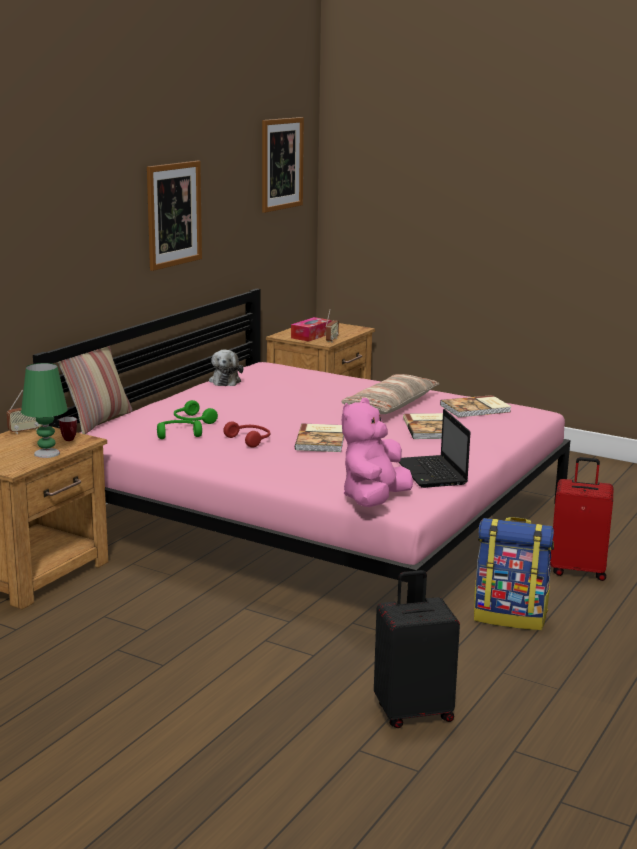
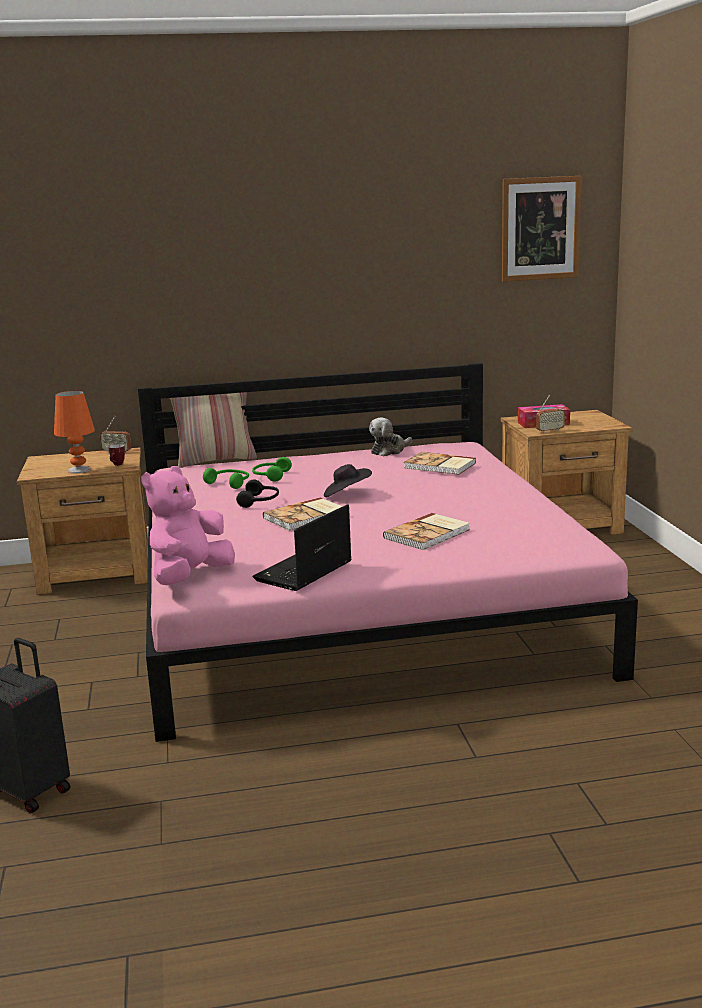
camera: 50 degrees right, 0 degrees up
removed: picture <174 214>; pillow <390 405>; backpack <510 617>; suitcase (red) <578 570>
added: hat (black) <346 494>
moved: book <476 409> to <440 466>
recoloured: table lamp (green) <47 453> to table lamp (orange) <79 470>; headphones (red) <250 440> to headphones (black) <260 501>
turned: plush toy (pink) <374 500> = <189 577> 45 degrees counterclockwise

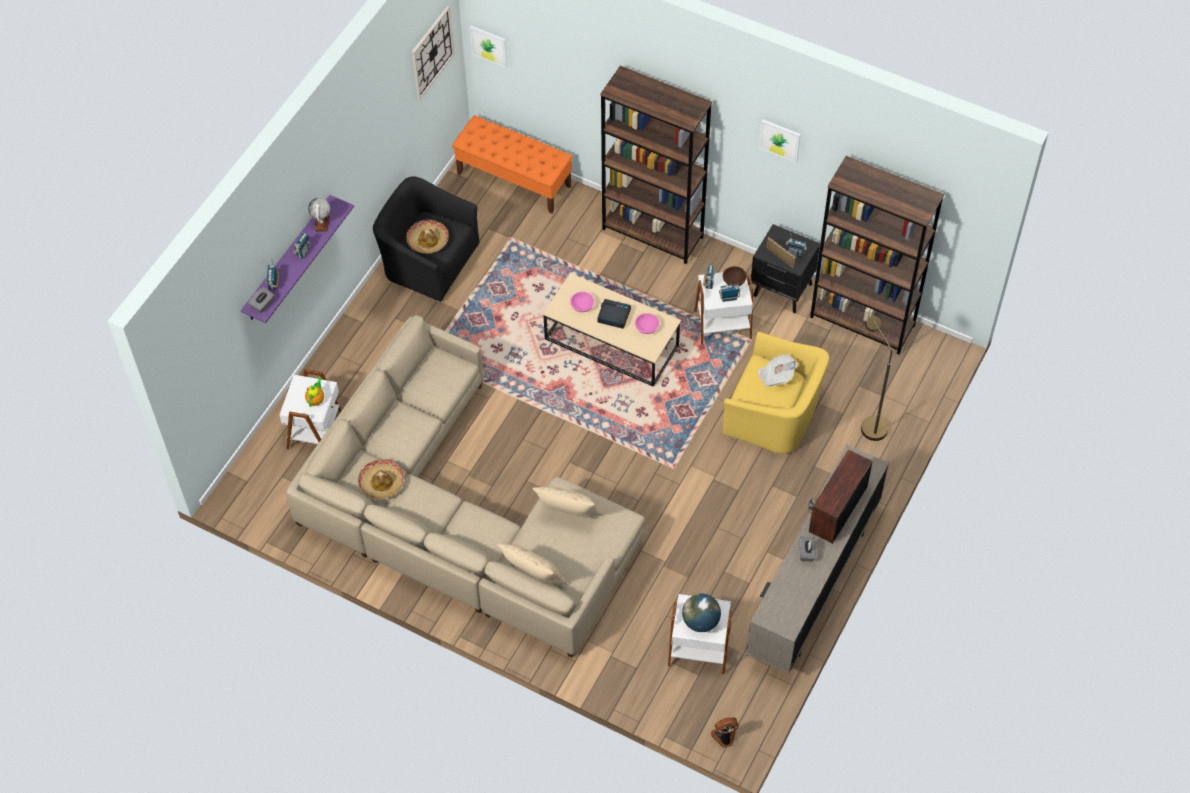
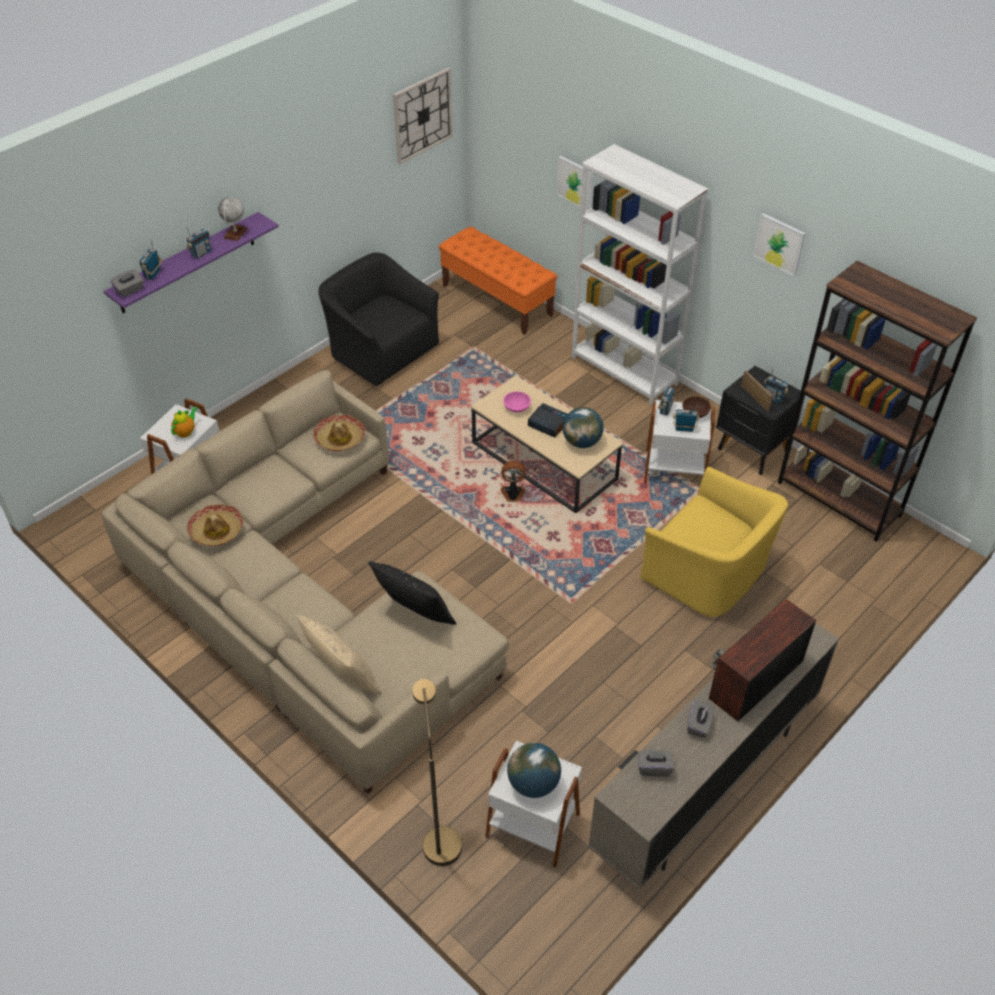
camera: 15 degrees right, 10 degrees down
removed: newspaper <776 376>
added: tissue box (grey) <654 768>
moved: hat <427 241> to <339 438>; picture <489 46> to <575 183>; fan <724 737> to <513 494>; floor lamp (brown) <869 423> to <439 837>
replaced: bowl (pink) <646 327> to globe <581 442>
recoloured: pillow (beige) <568 516> to pillow (black) <415 616>; bookcase (brown) <653 233> to bookcase (white) <624 371>

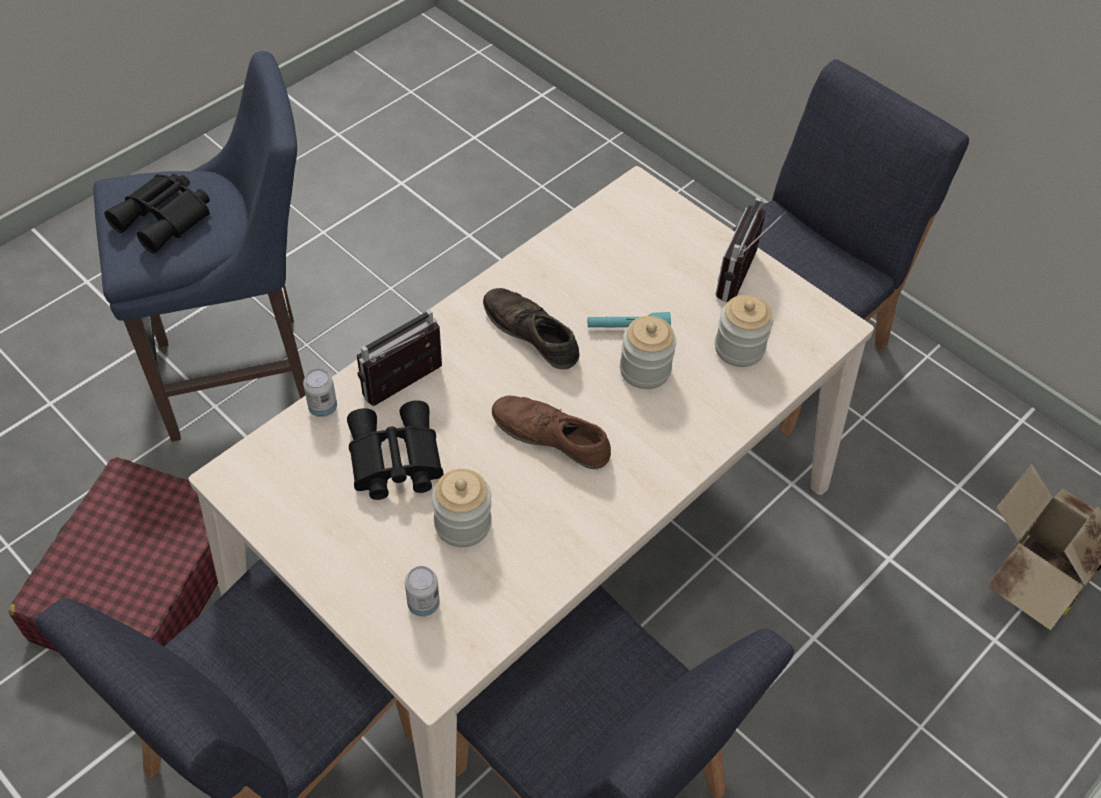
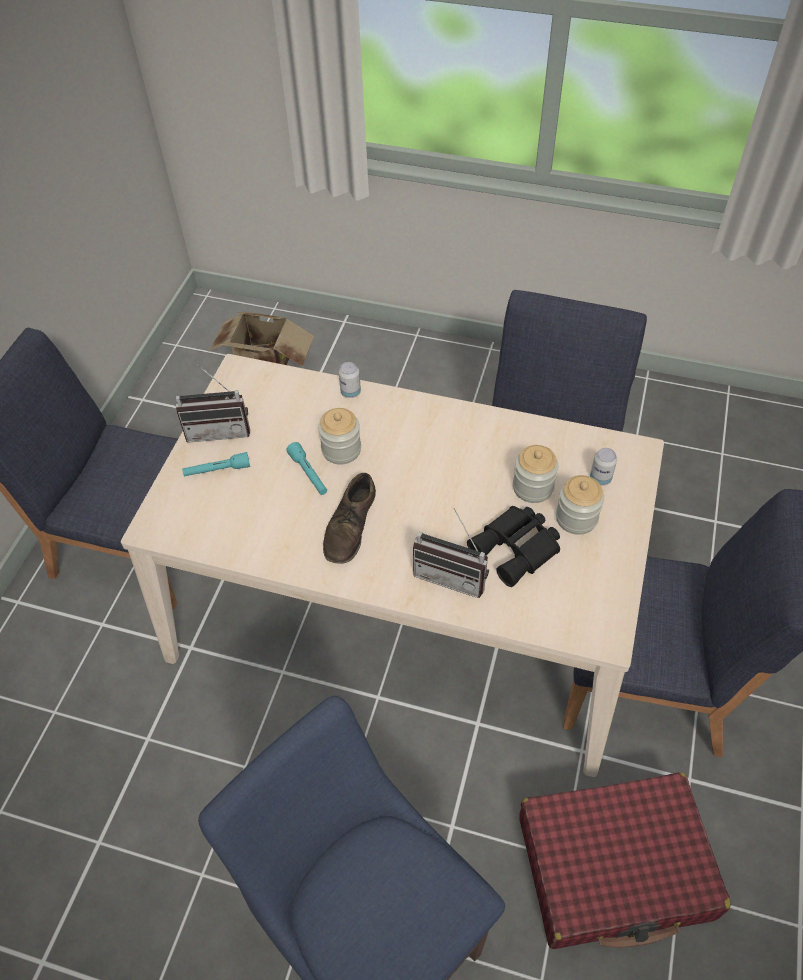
camera: 115 degrees left, 0 degrees up
removed: binoculars (black) <166 218>; shoe (brown) <551 436>
added: flashlight (turquoise) <217 470>
moved: can <323 408> to <350 392>; jar <739 348> to <576 518>

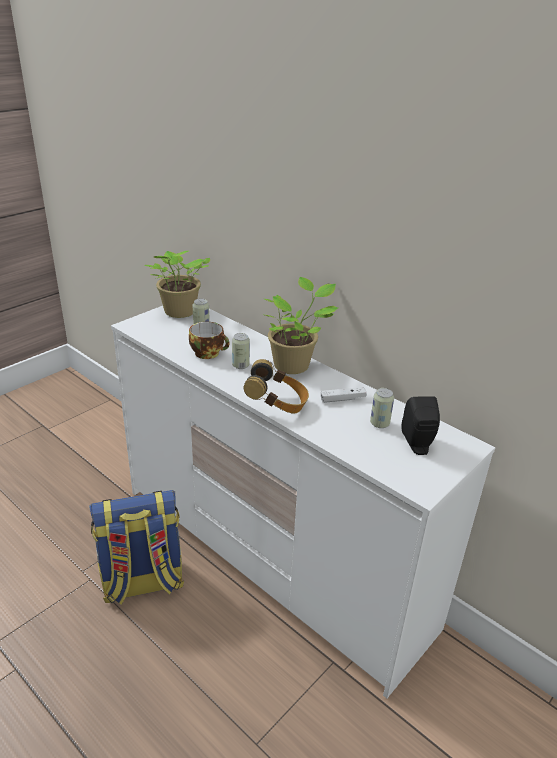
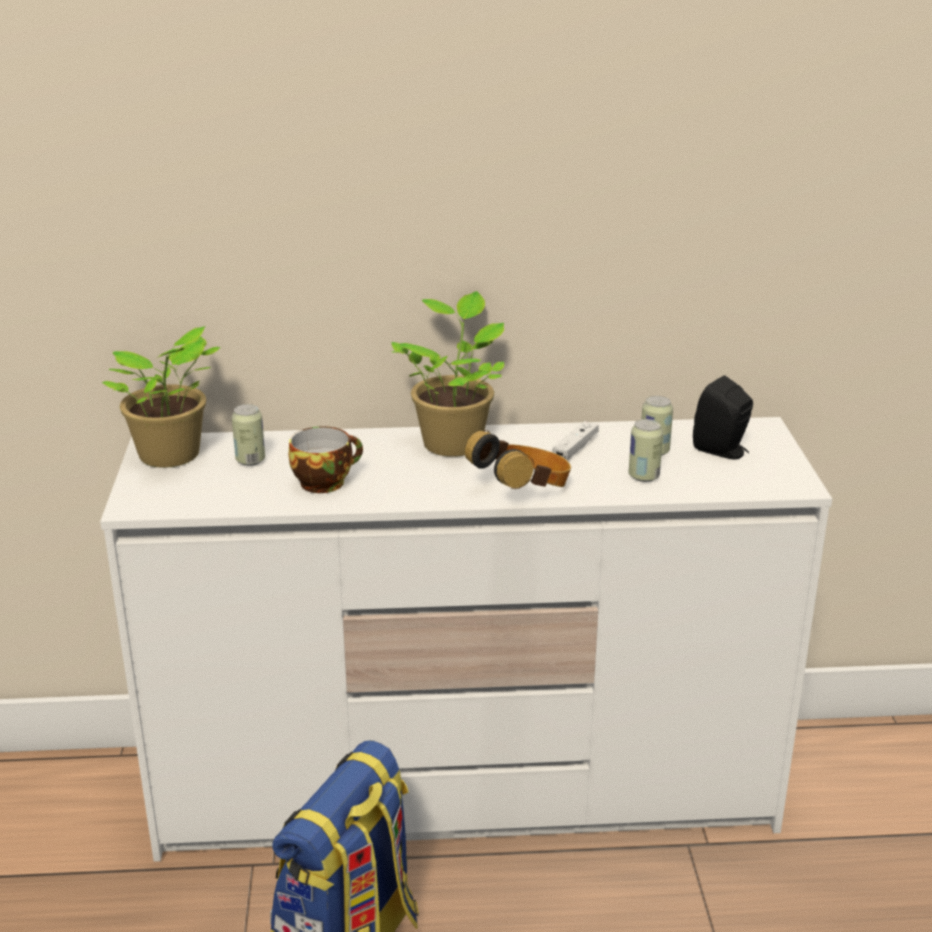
camera: 45 degrees left, 5 degrees down
moved: can <240 365> to <643 476>

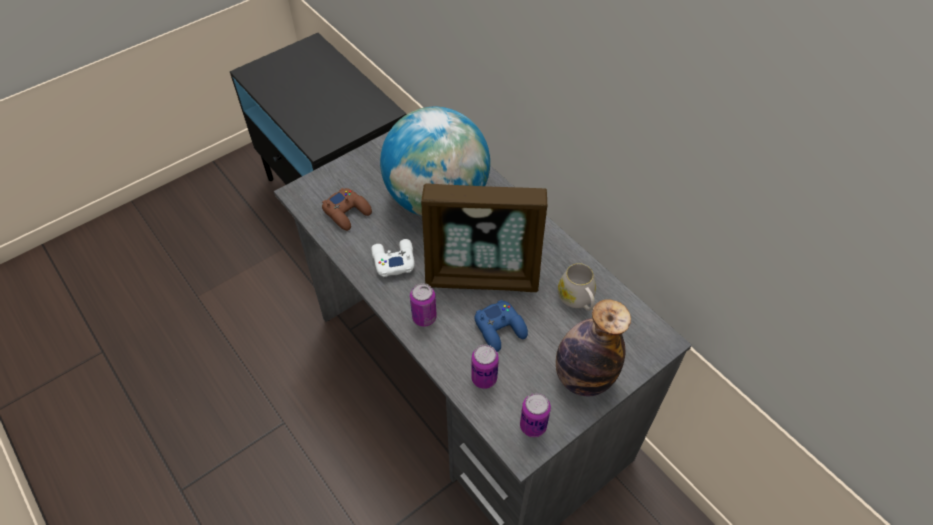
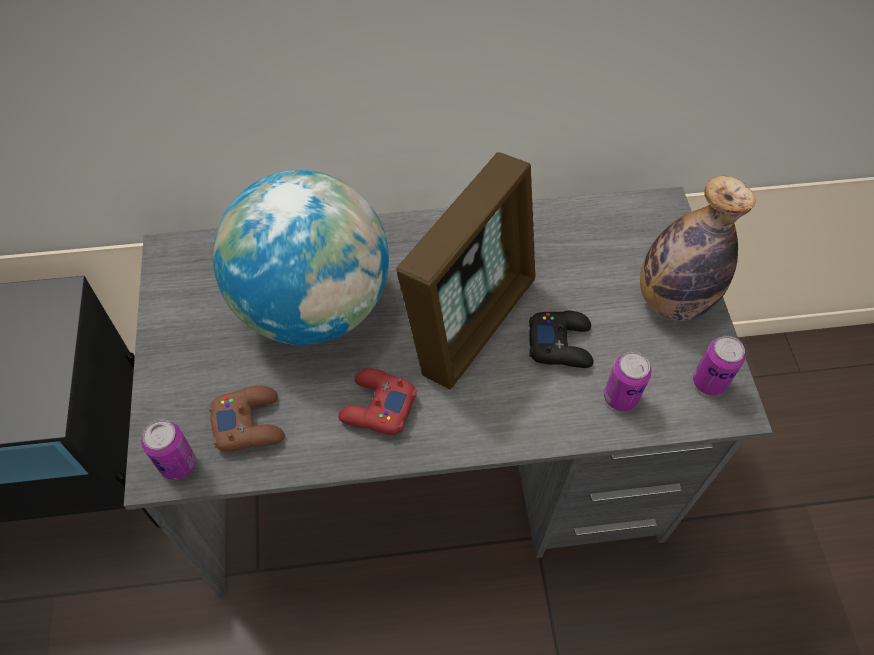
camera: 60 degrees left, 5 degrees up
removed: mug (white) <577 300>
moved: can <424 317> to <177 463>
recoloured: game controller (white) <393 260> to game controller (red) <377 407>; game controller (blue) <500 329> to game controller (black) <561 343>

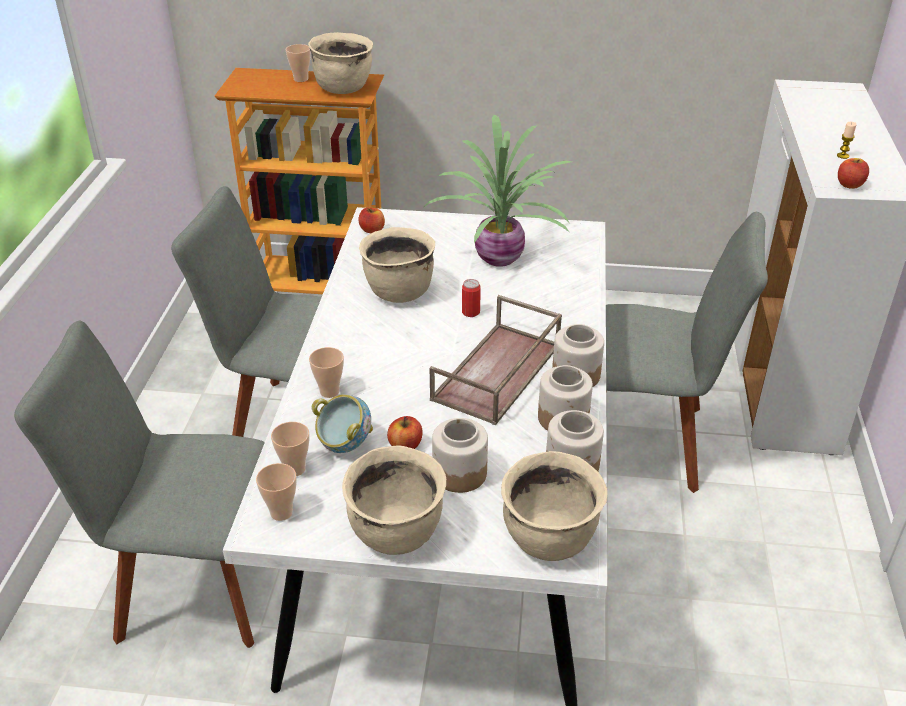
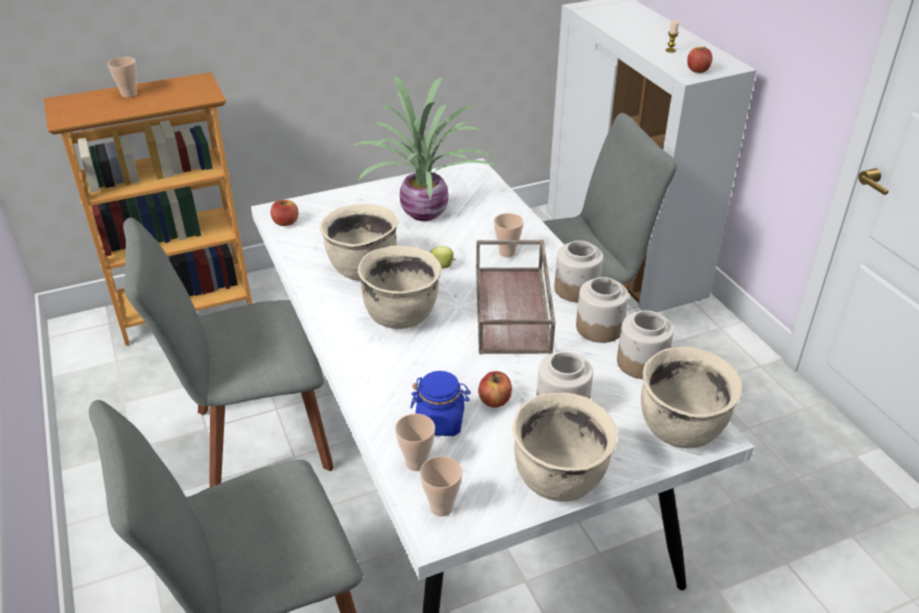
camera: 30 degrees left, 0 degrees up
moved: cooking pot (beige) <343 88> to <401 315>; cup <329 391> to <507 252>
replaced: bowl <344 444> to jar (blue) <440 421>; can <470 312> to apple <443 266>

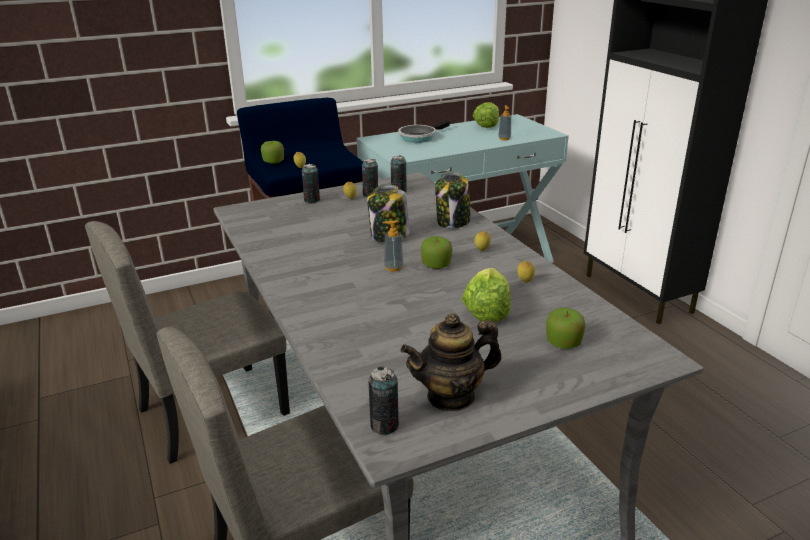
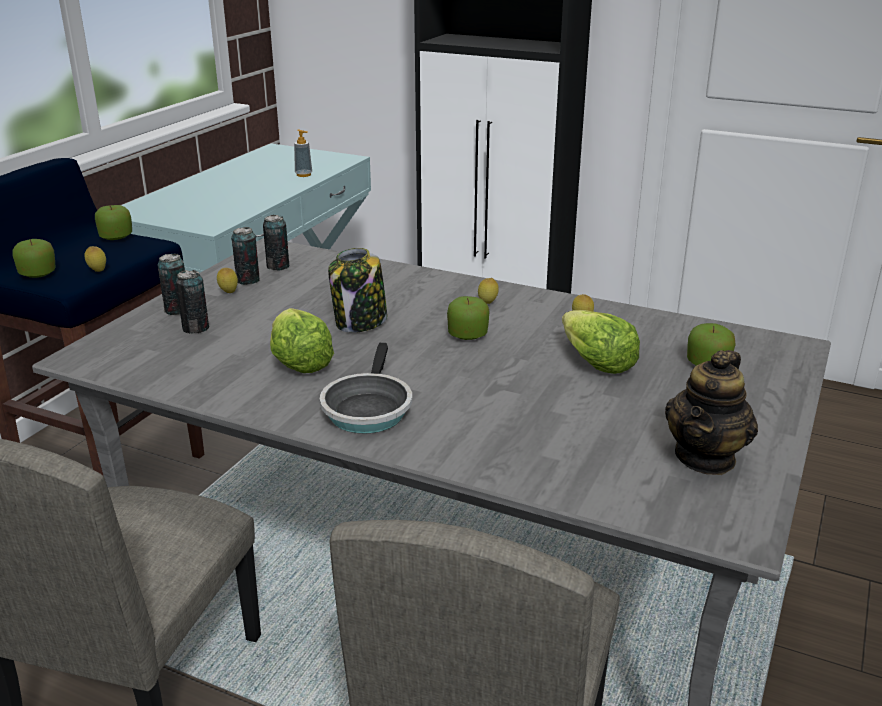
camera: 40 degrees left, 0 degrees up
removed: soap dispenser <393 267>; jar <453 222>
added: apple <116 237>
moved: can <384 426> to <196 328>; frying pan <419 137> to <367 408>; lettuce <486 125> to <299 361>

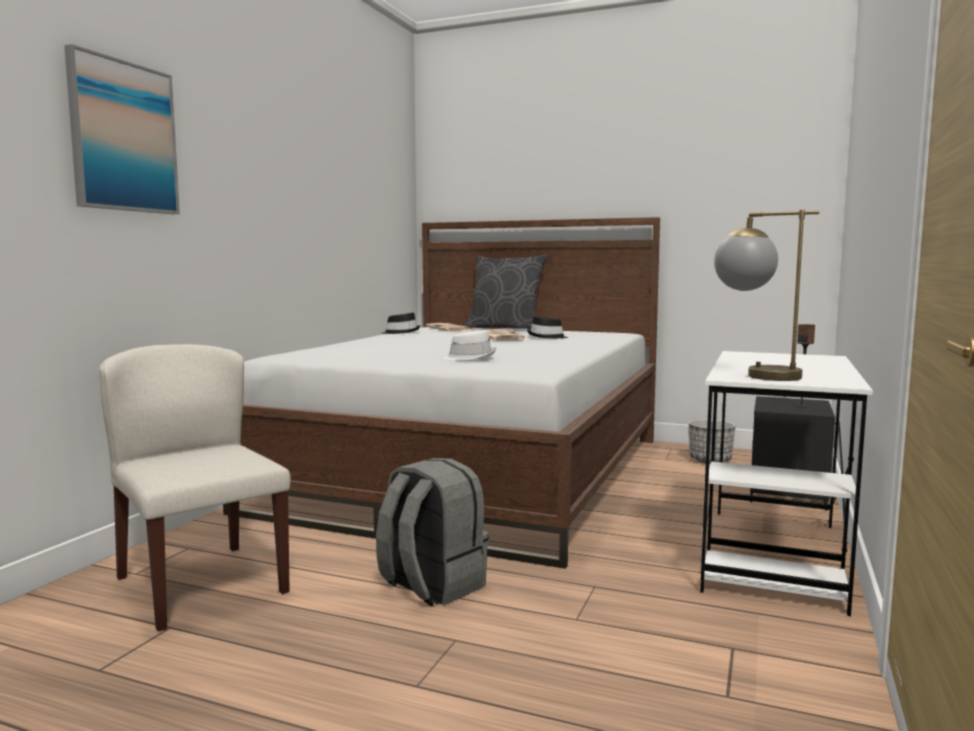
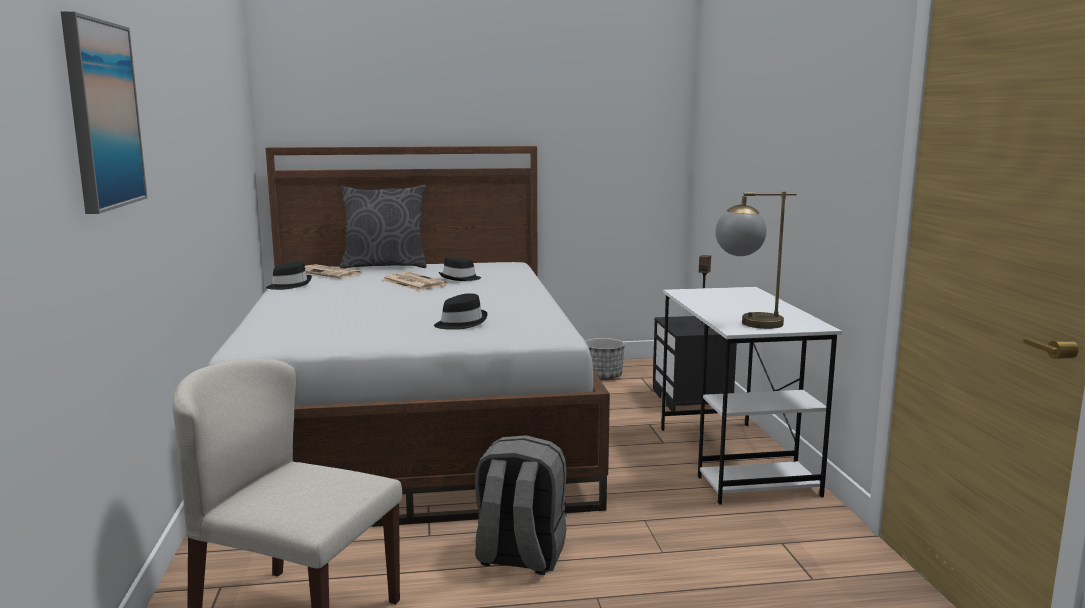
camera: 30 degrees left, 5 degrees up
recoloured: hat (white) <470 357> to hat (black) <460 323>

